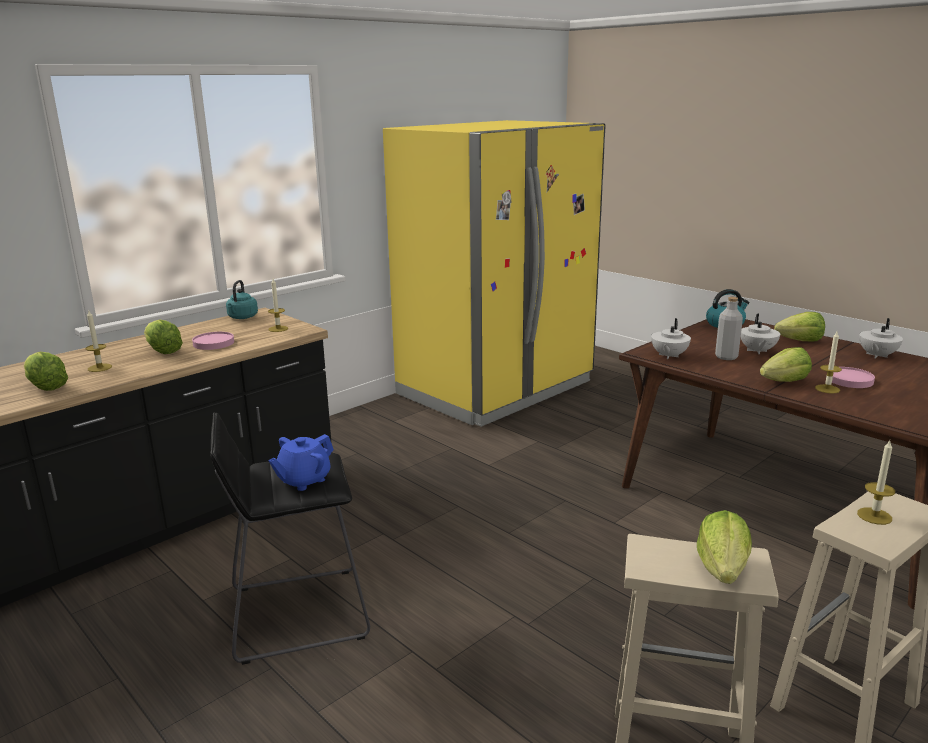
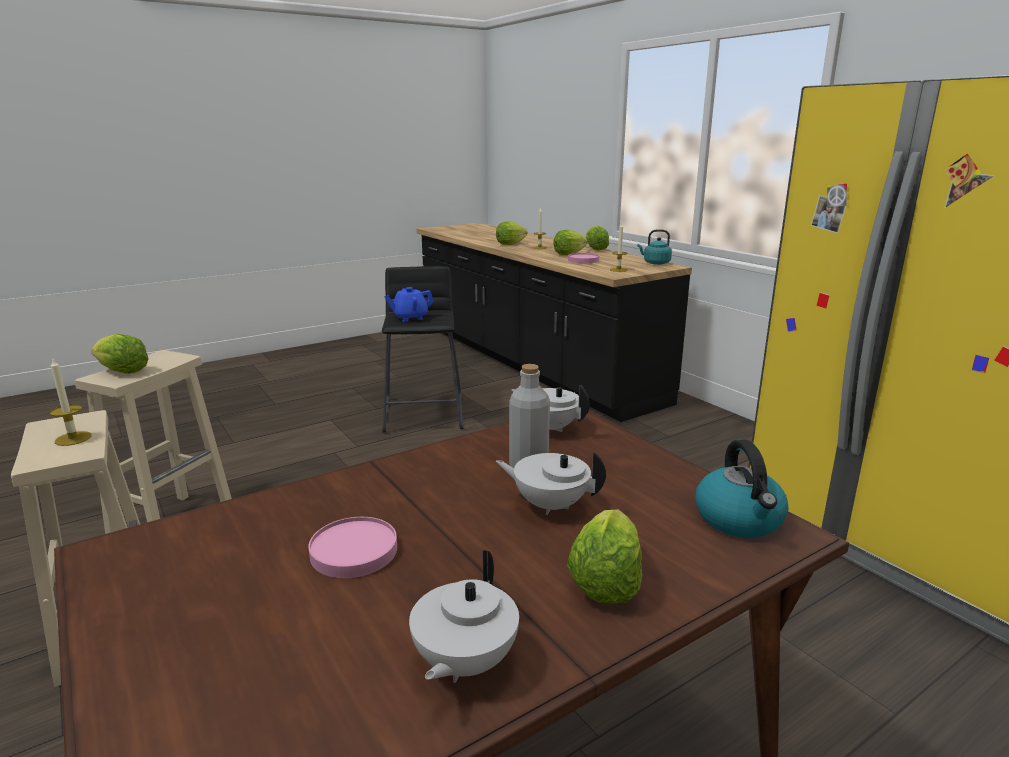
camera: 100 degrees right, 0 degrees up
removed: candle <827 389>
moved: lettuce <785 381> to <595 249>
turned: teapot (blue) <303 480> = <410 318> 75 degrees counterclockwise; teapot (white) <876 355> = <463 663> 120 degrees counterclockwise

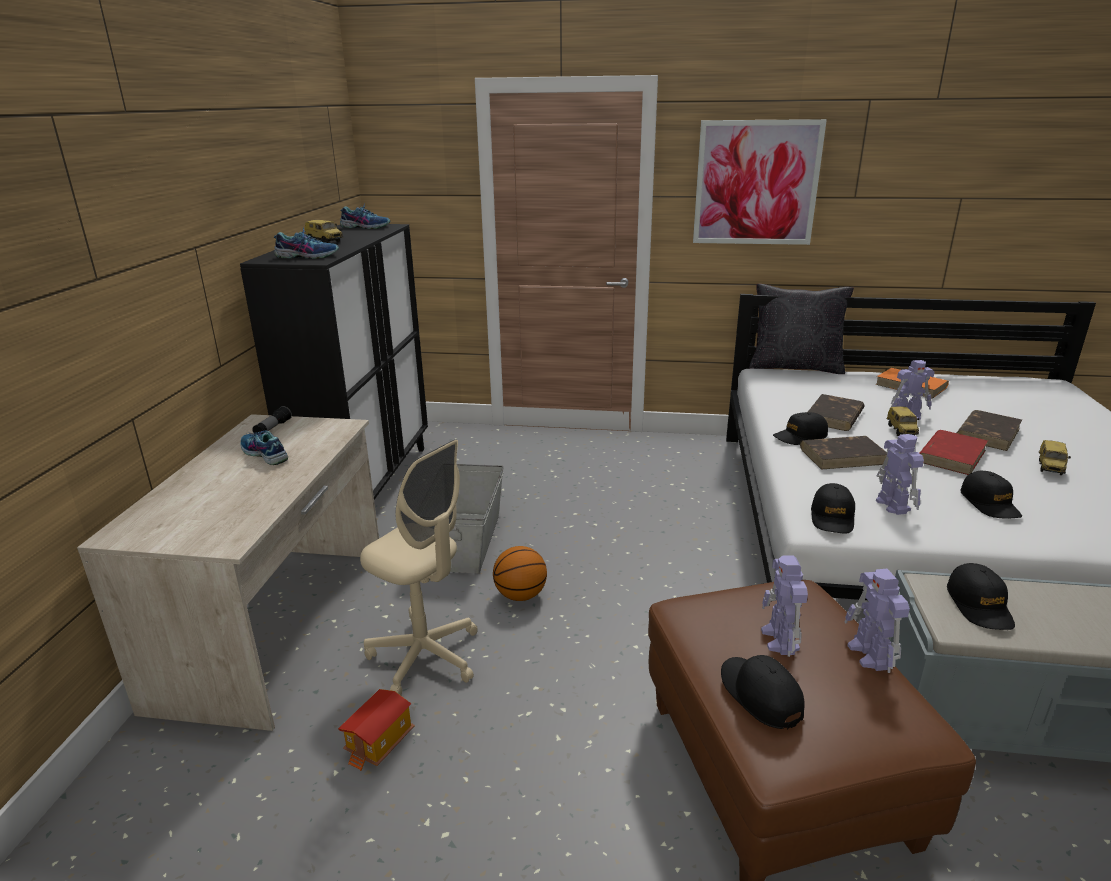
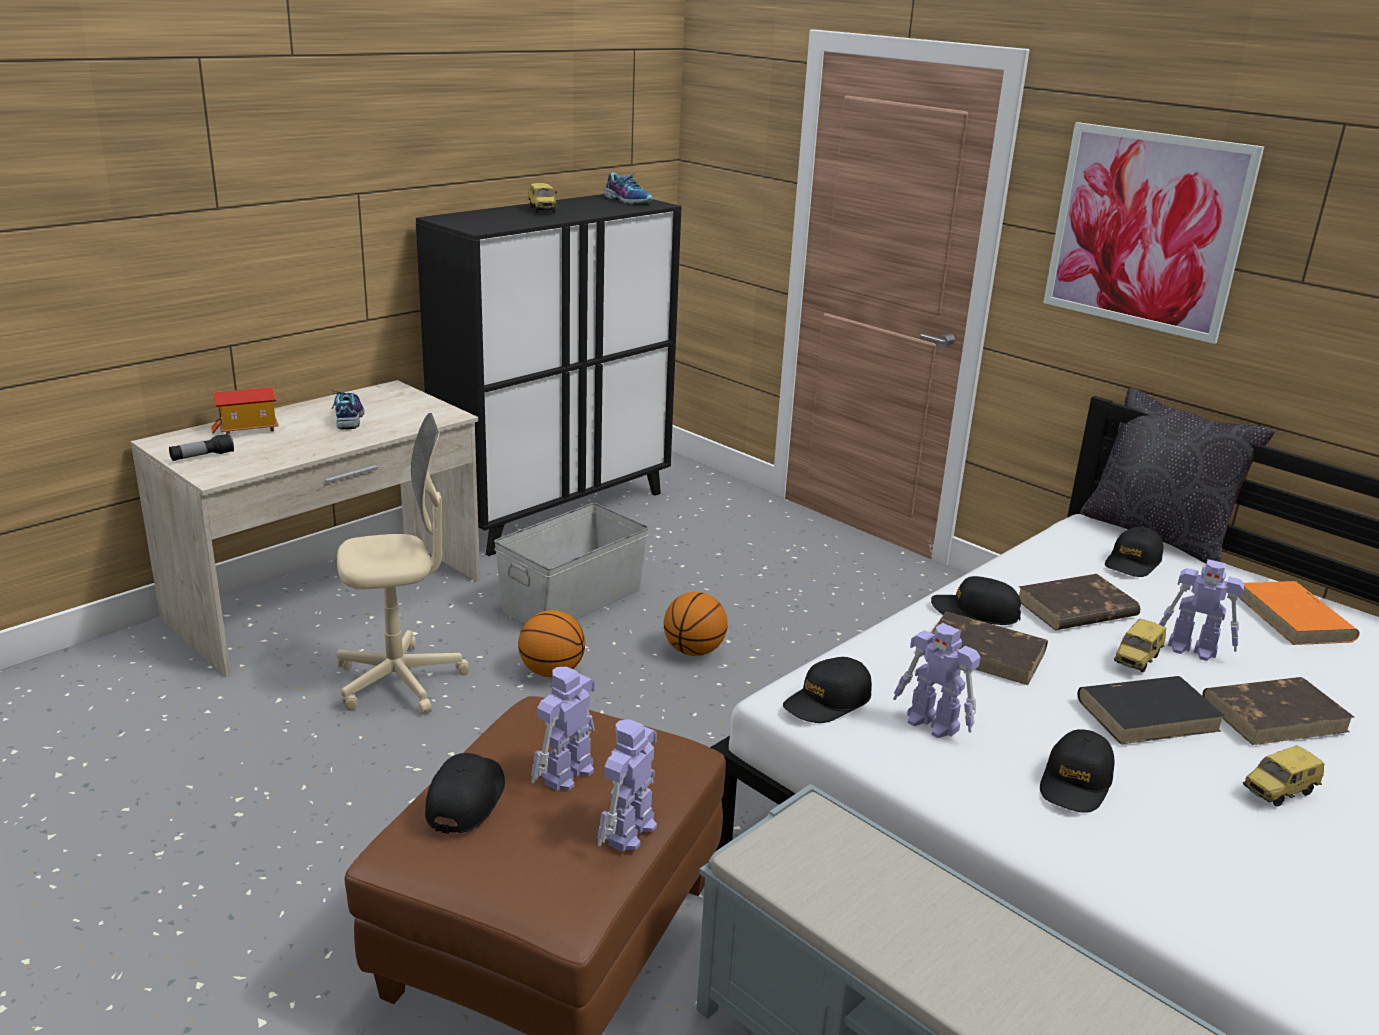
camera: 35 degrees right, 0 degrees up
removed: shoe <307 256>
added: basketball <694 651>
moved: flashlight <273 428> to <202 457>; toy house <380 743> to <248 428>; cap (black) <979 605> to <1133 562>
recoloured: book (red) <951 455> to book (black) <1148 714>
turned: office chair (beige) <425 657> = <400 681> 90 degrees counterclockwise; toy robot <892 504> = <933 724> 105 degrees clockwise

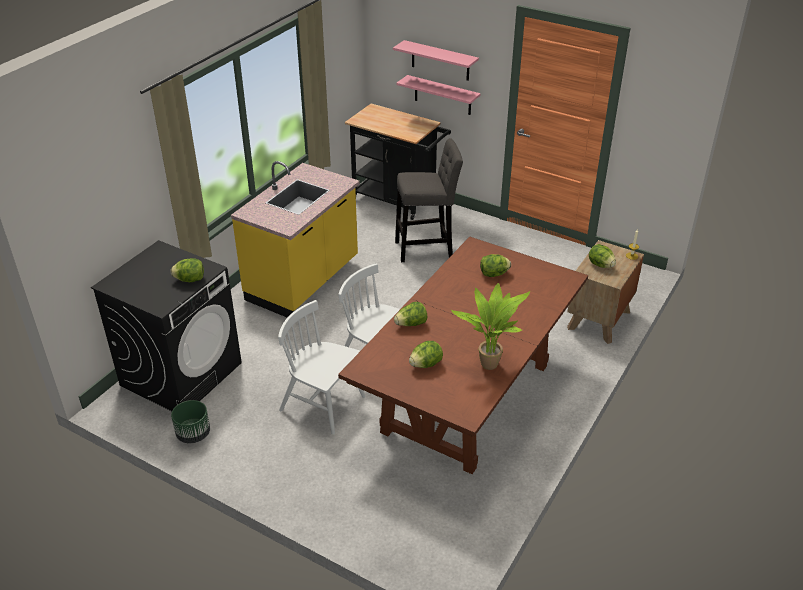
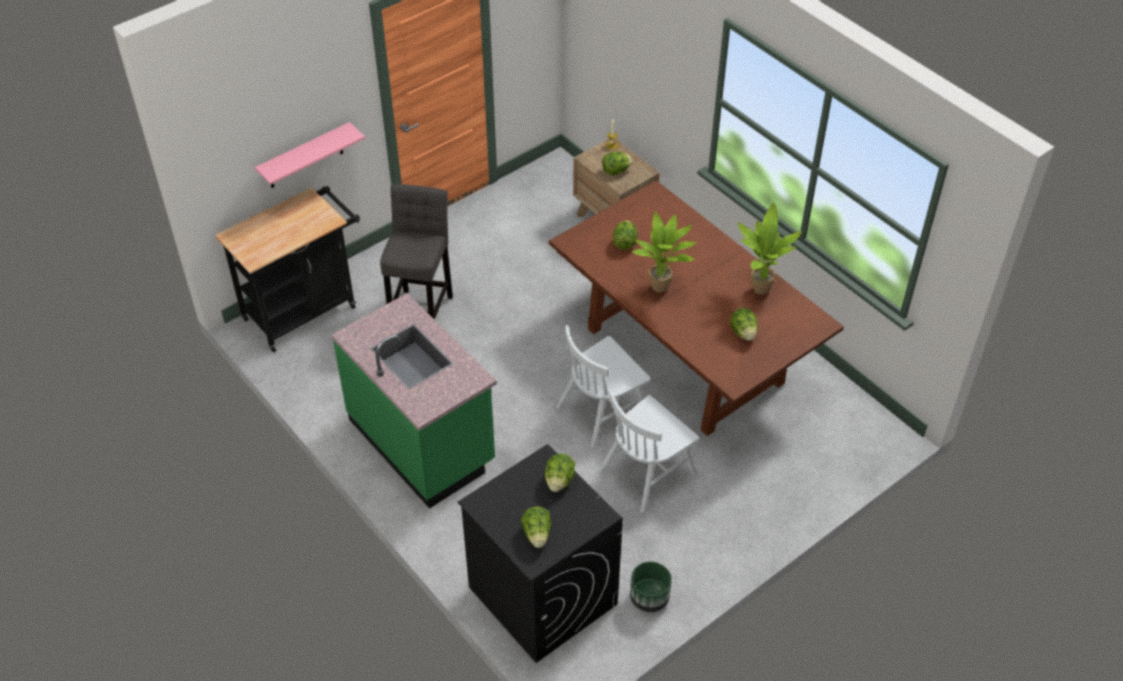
camera: 70 degrees left, 10 degrees up
removed: shelf (pink) <440 61>
added: potted plant <662 288>
moved: lettuce <411 324> to <537 534>
recoloured: counter (yellow) <304 281> to counter (green) <423 441>

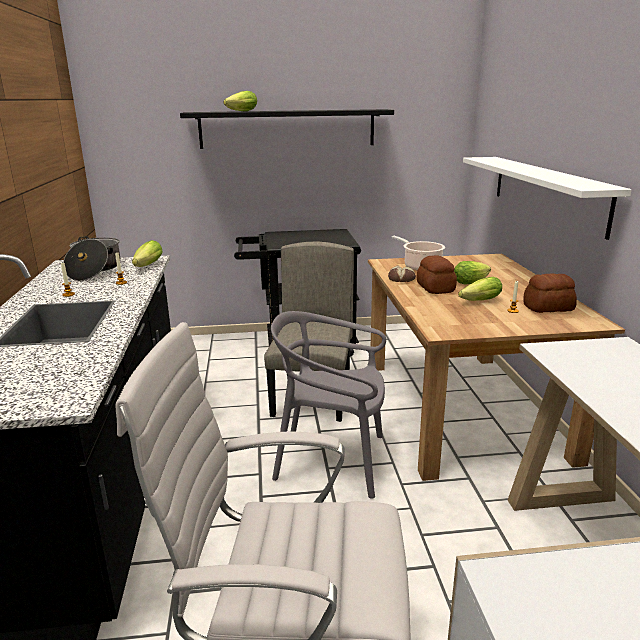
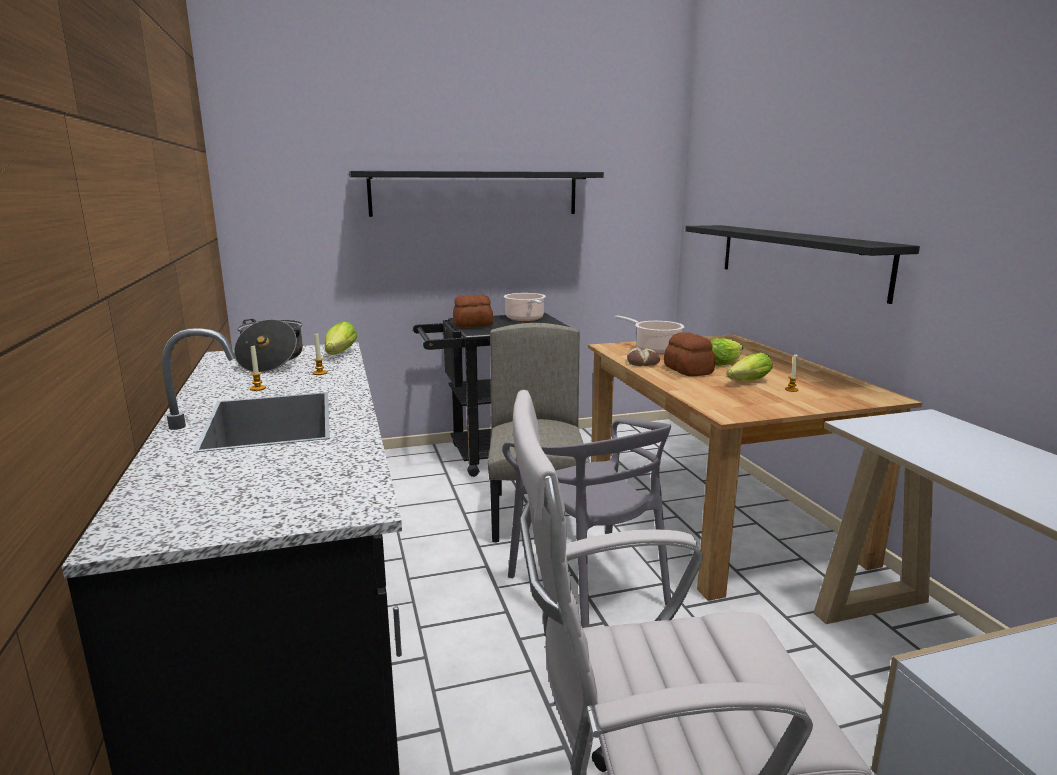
camera: 10 degrees left, 5 degrees down
removed: lettuce <240 111>
added: cooking pot <525 319>
moved: bread <547 307> to <472 325>
recoloured: shelf (white) <546 191> to shelf (black) <797 258>
turned: chair (grey) <332 460> = <590 587> 120 degrees counterclockwise

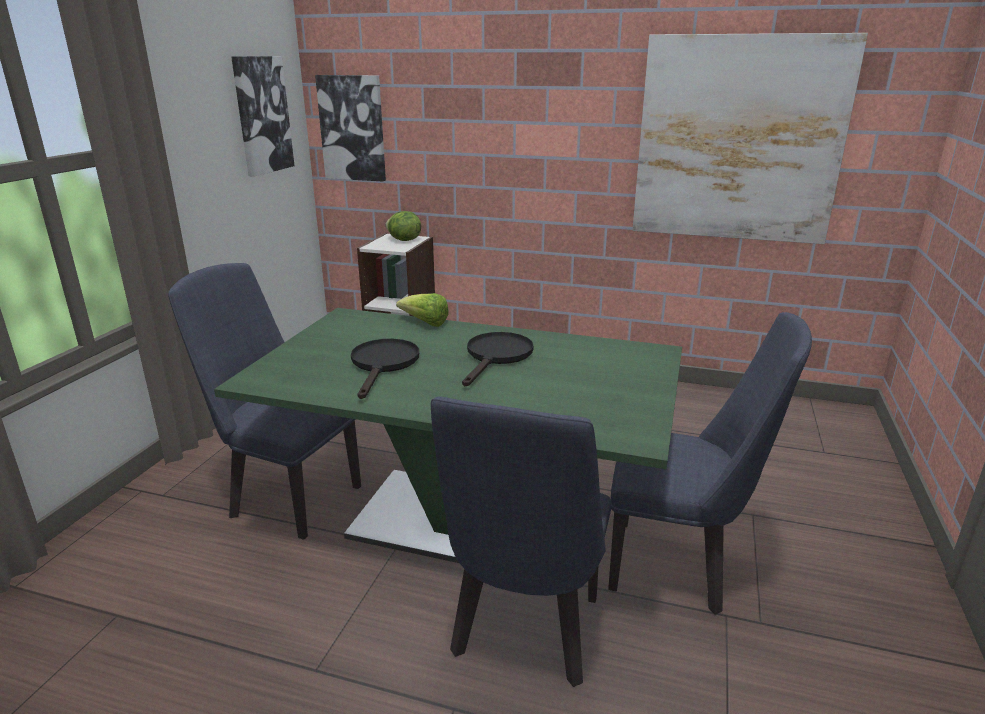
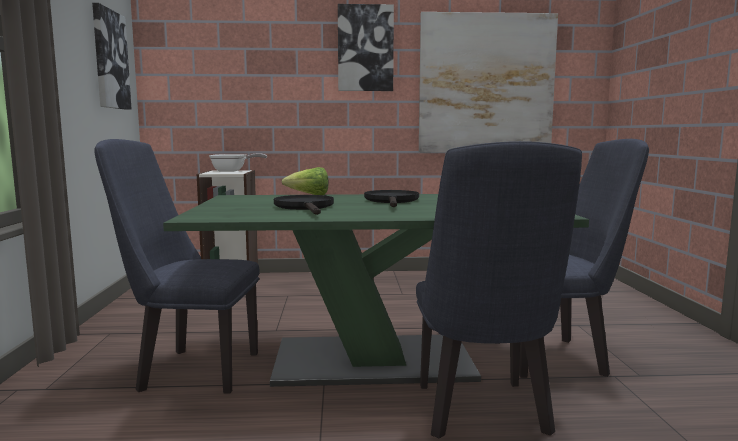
camera: 20 degrees left, 15 degrees down
moved: picture <352 128> to <365 48>
replaced: lettuce <403 240> to frying pan <232 171>

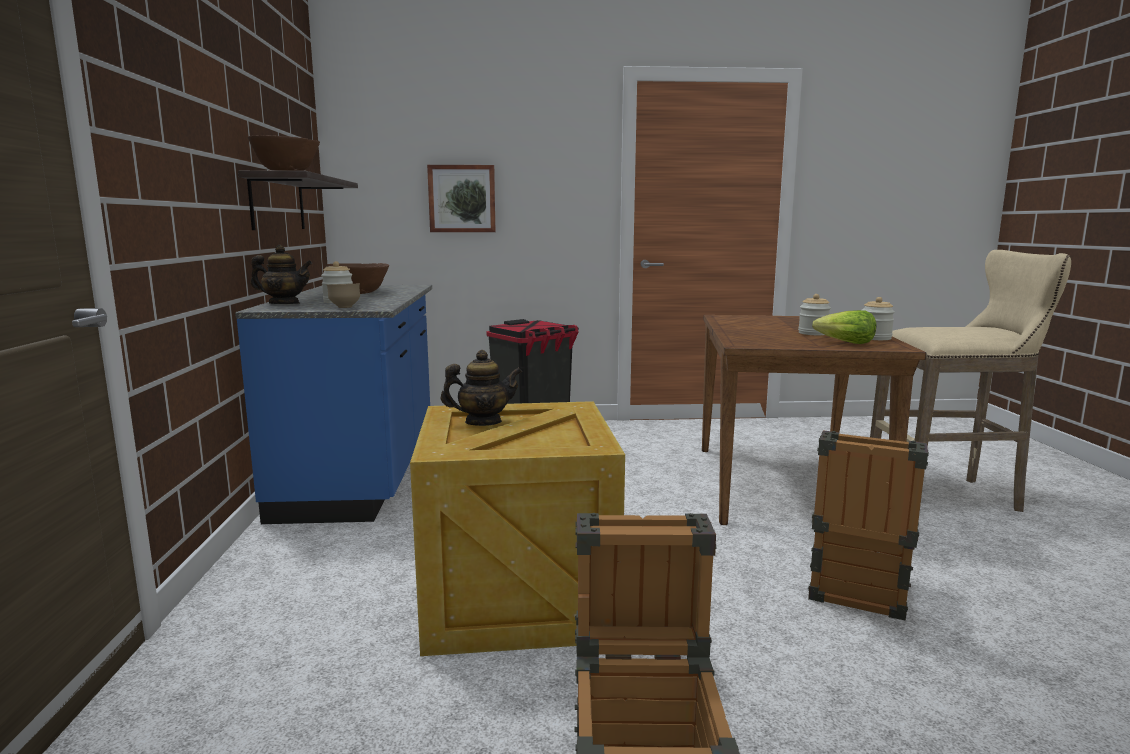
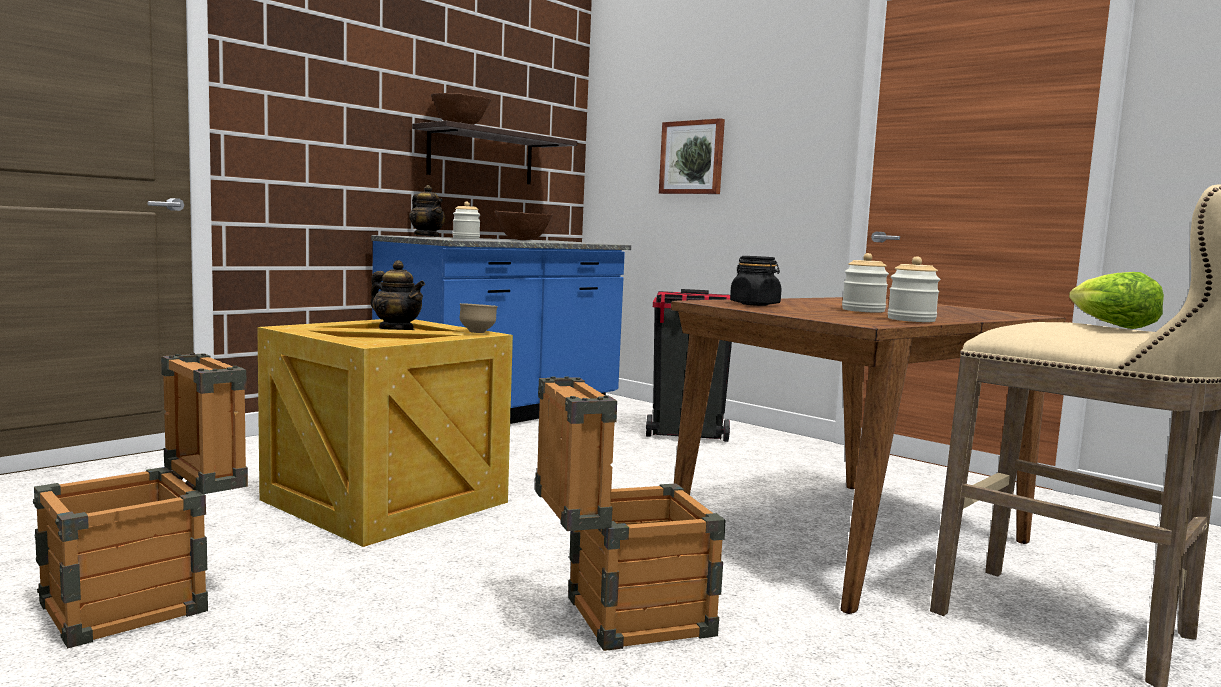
camera: 45 degrees right, 5 degrees down
added: jar (black) <755 304>
moved: bowl (brown) <345 307> to <478 332>; lettuce <845 343> to <1109 326>

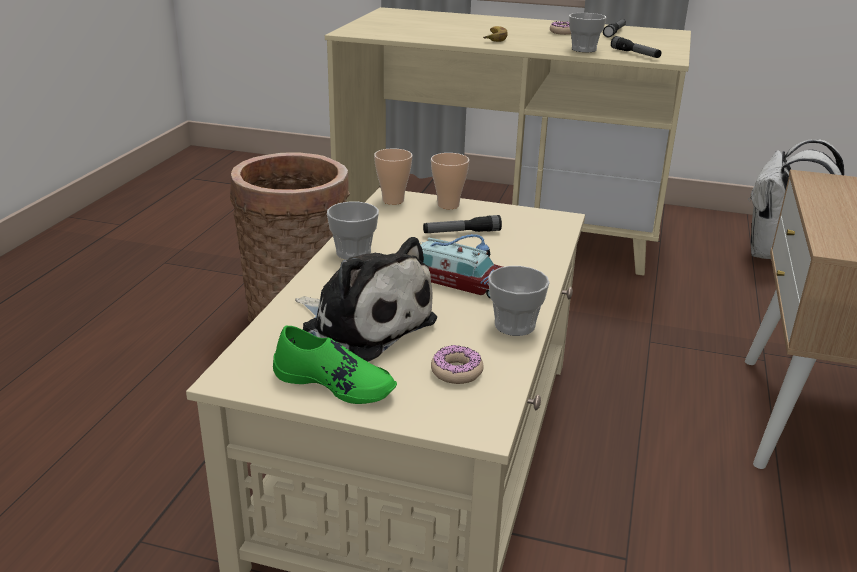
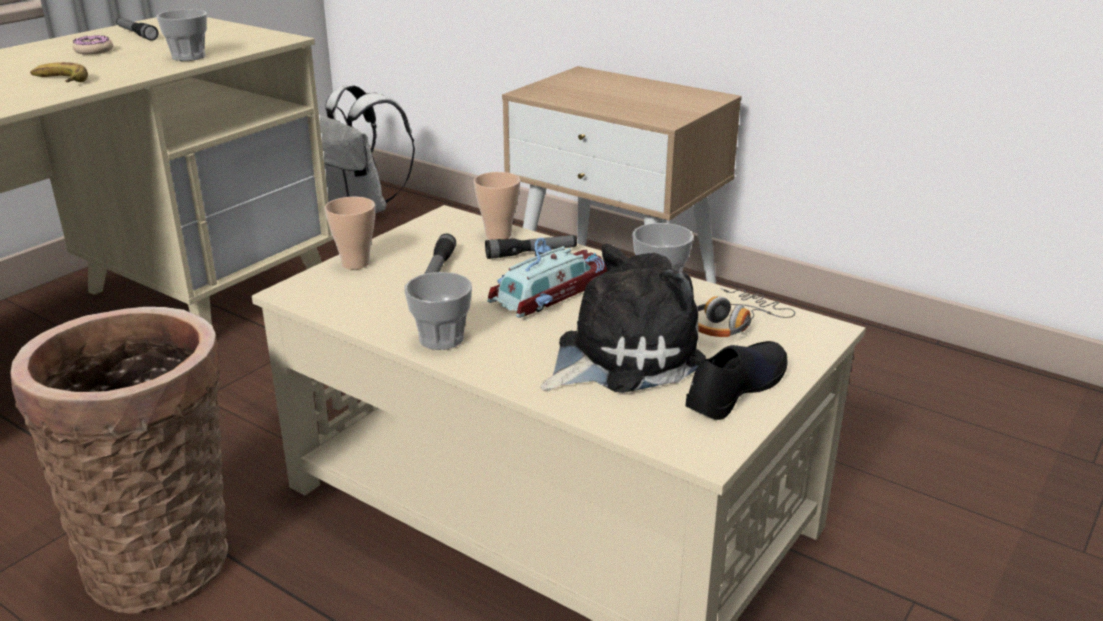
camera: 70 degrees left, 0 degrees up
moved: cup <393 200> to <498 235>; flashlight <635 54> to <531 253>
replaced: donut <456 371> to headphones <733 324>
recoloured: shoe (green) <335 383> to shoe (black) <735 389>

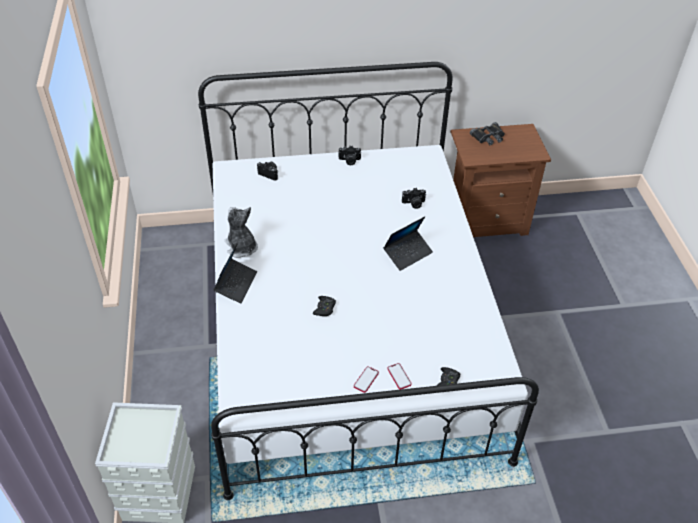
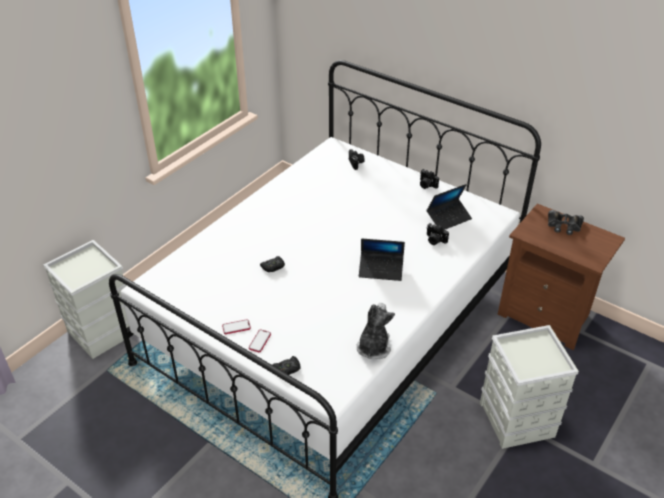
camera: 45 degrees right, 5 degrees down
added: storage box (grey) <517 420>
moved: laptop <236 284> to <448 218>; plush toy <241 247> to <373 347>

